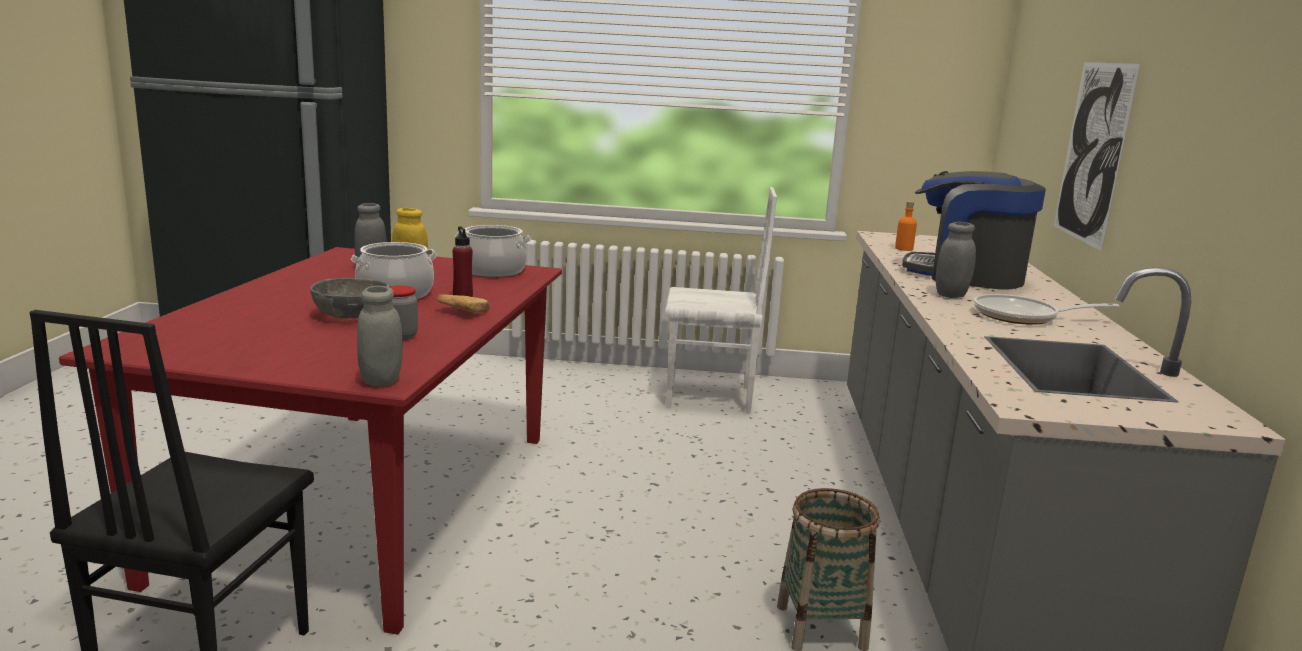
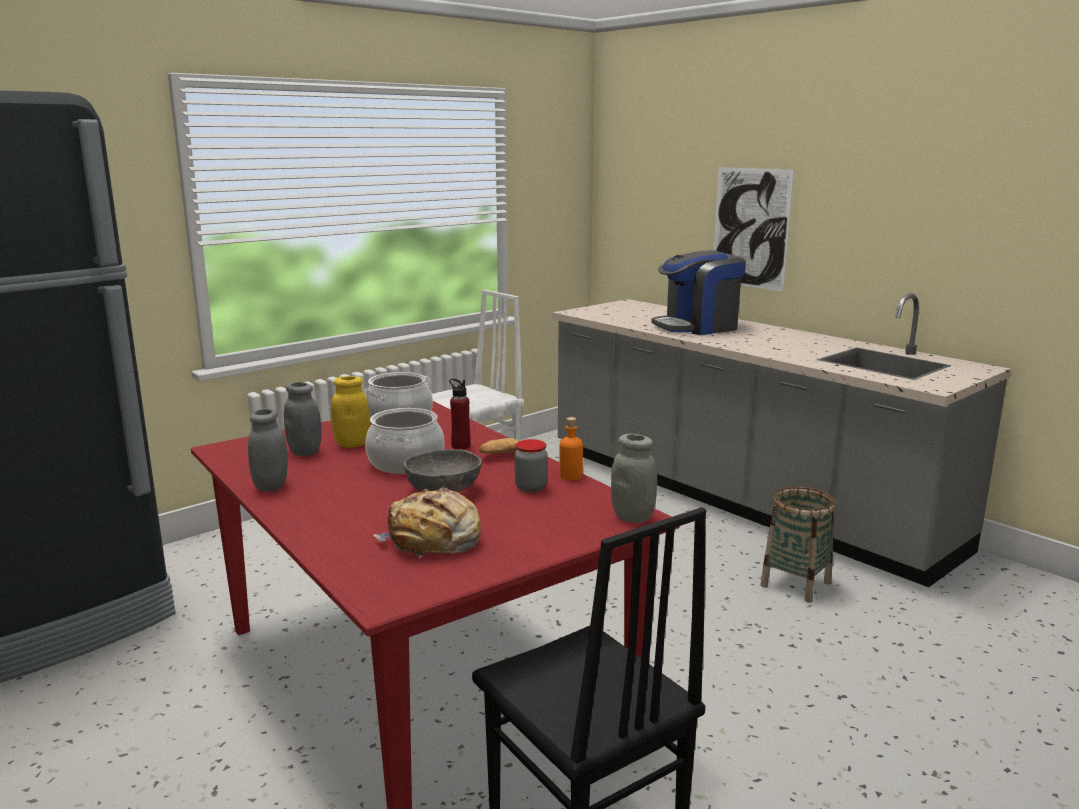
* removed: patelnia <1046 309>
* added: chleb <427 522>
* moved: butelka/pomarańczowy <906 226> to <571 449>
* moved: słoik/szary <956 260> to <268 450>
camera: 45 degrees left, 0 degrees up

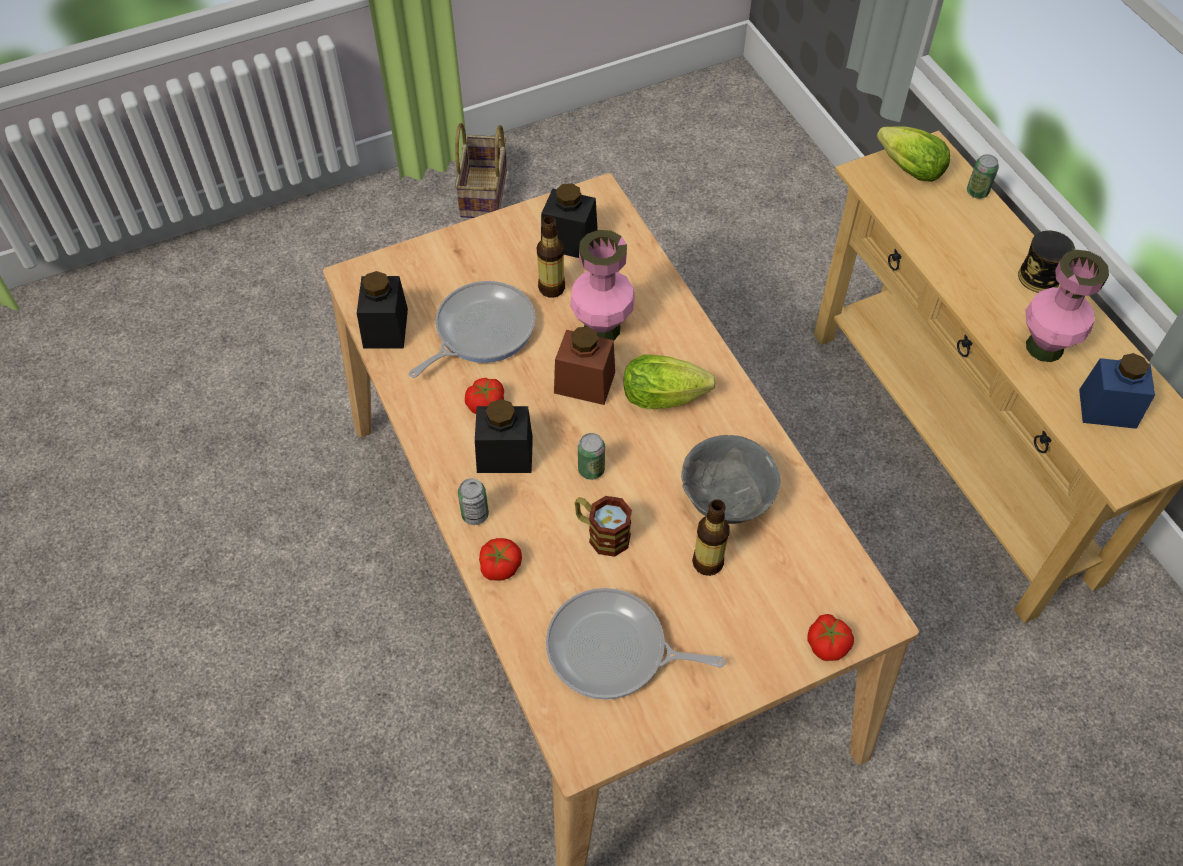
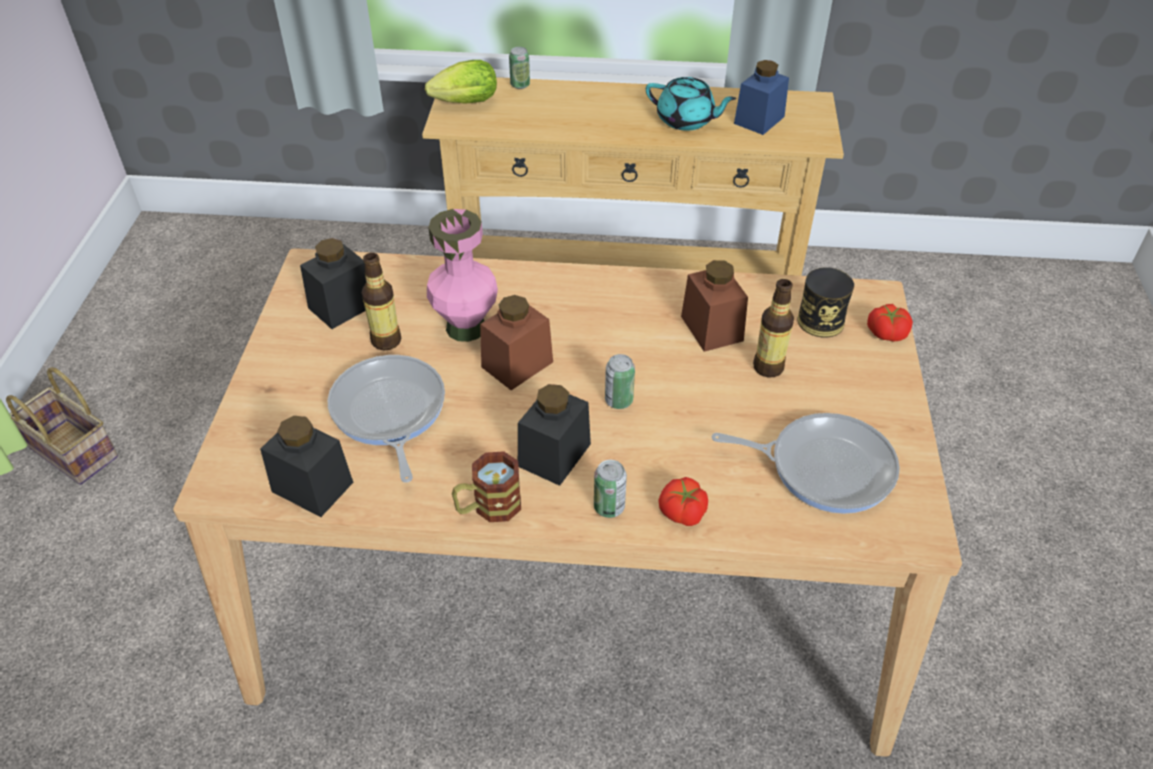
* removed: pomidor <484 396>
* removed: sałata <670 382>
* moved: kubek <603 526> to <486 486>
* moved: puszka <1046 262> to <826 302>
* replaced: miska/szary <730 479> to słoik/brązowy <714 306>
* replaced: wazon/różowy <1067 306> to imbryk/turkusowy <691 104>
* turned: patelnia <635 644> = <806 463> 120 degrees counterclockwise
camera: 60 degrees left, 10 degrees down

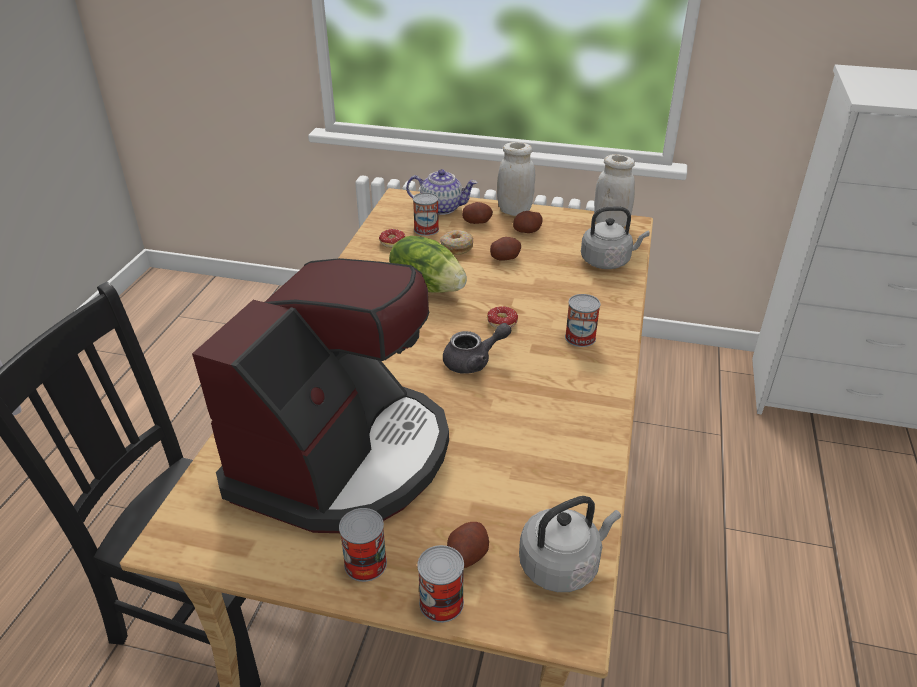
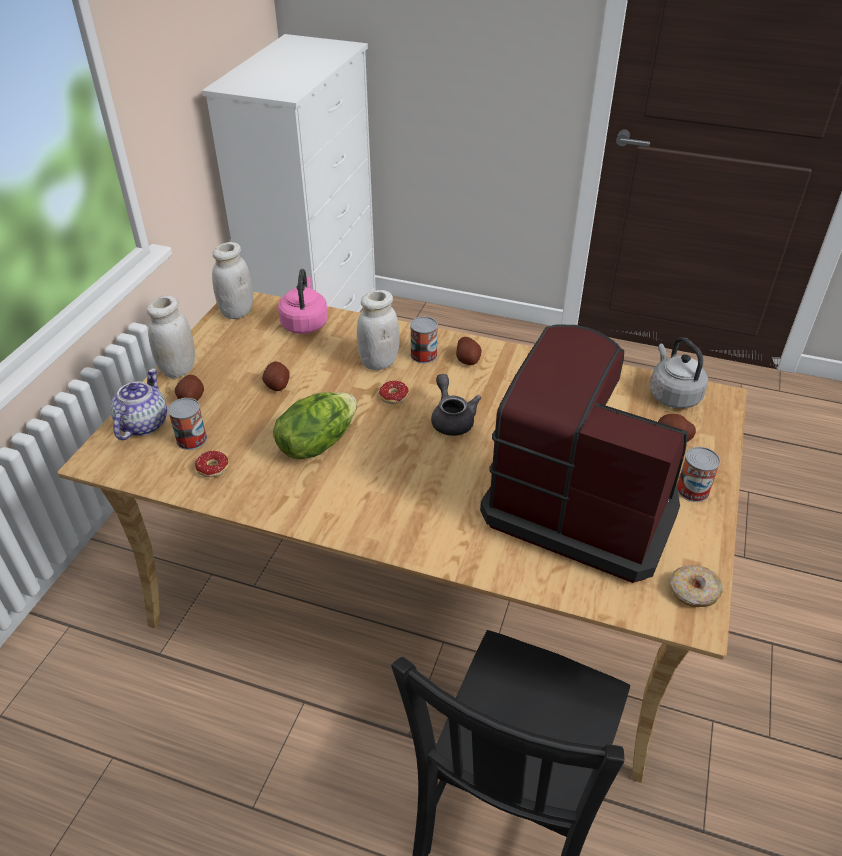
* removed: puszka <440 584>
* added: słoik/biały <378 330>
* moved: donut <456 242> to <696 586>
* moved: ziemniak <527 222> to <469 351>
* recoloured: czajnik/szary <615 237> to czajnik/różowy <303 301>
camera: 85 degrees left, 5 degrees up

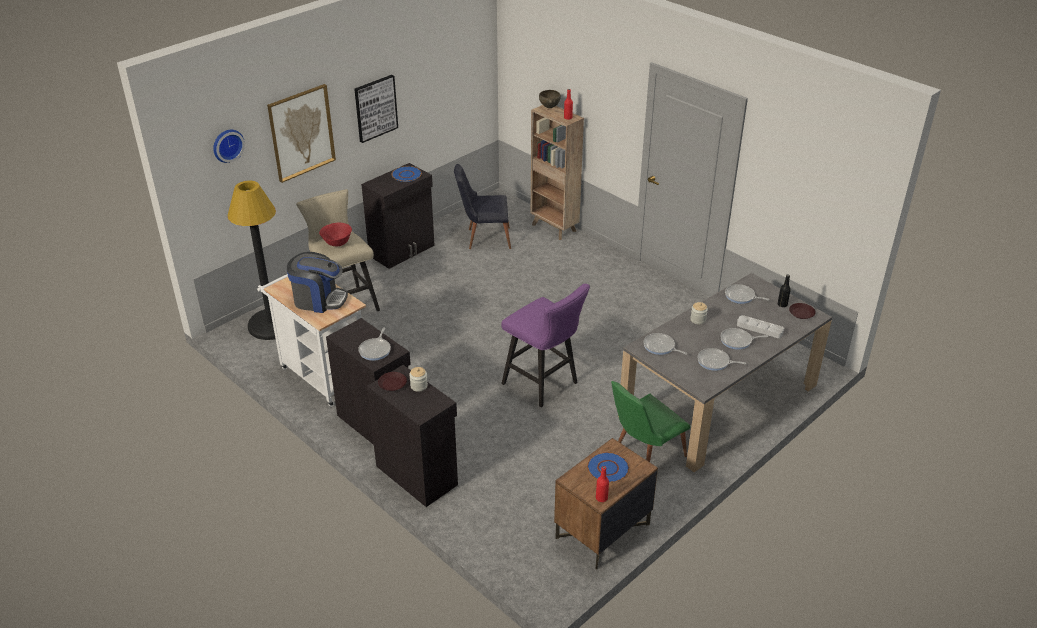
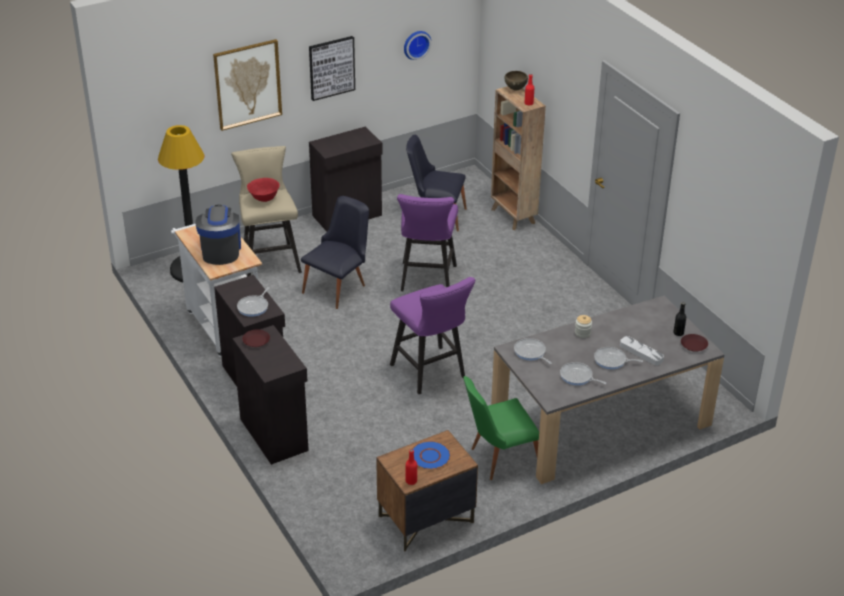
* removed: talerz/niebieski <406 174>
* removed: słoik <418 379>
* removed: patelnia <747 294>
* added: krzesło/czarny <335 252>
* added: stołek/fioletowy <427 242>
* moved: zegar ścienny <229 146> to <417 45>
* turned: ekspres do kawy <317 282> = <218 235> 120 degrees counterclockwise
camera: 15 degrees right, 0 degrees up

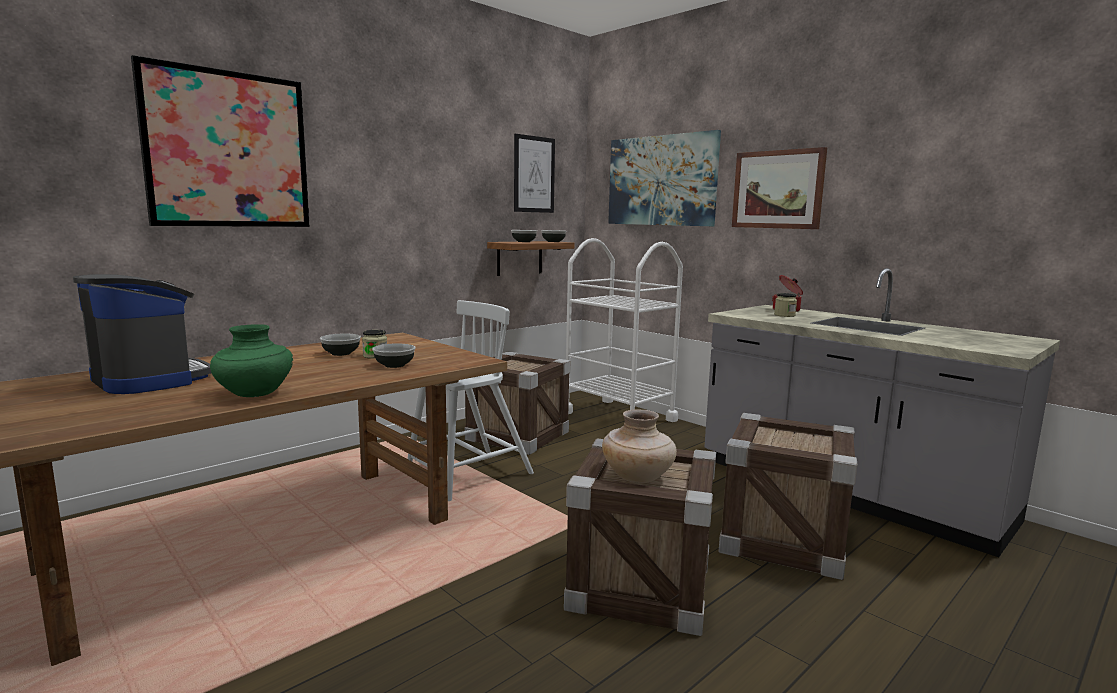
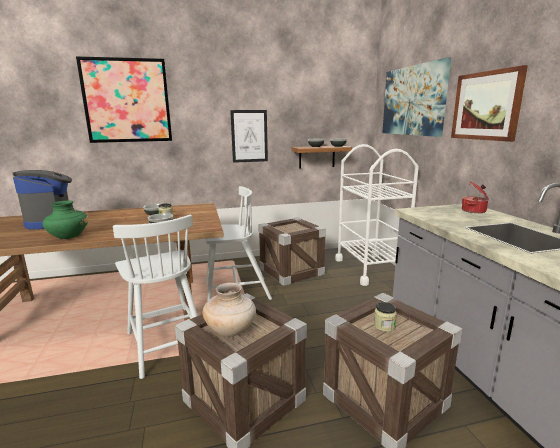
* added: krzesło/biały <155 297>
* moved: obraz <534 173> to <249 136>
* moved: słoik <785 305> to <385 317>
camera: 30 degrees right, 5 degrees up

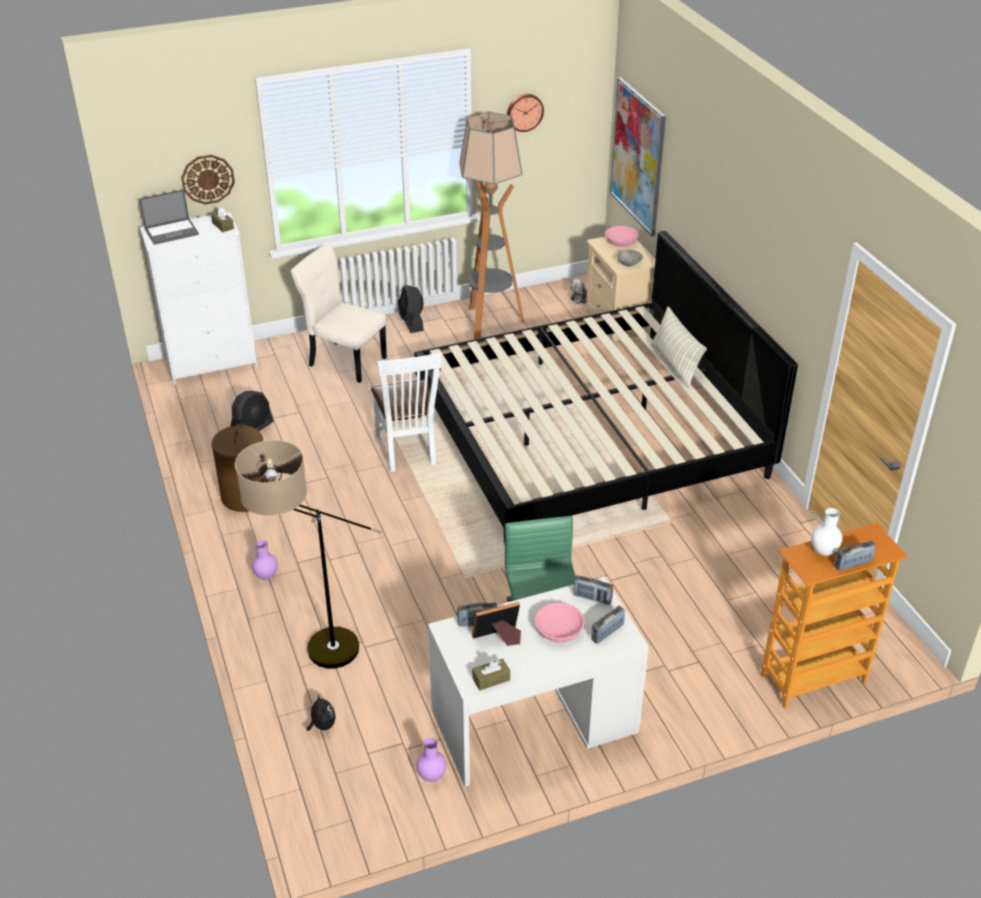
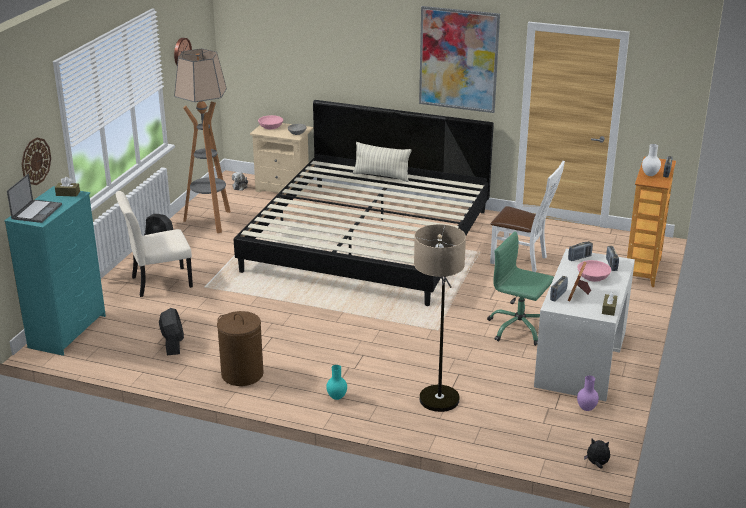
* moved: pluszak <321 713> to <597 454>
* moved: krzesło/biały <406 412> to <527 216>
* moved: obraz <638 156> to <459 59>
* recoloured: komoda/biały <199 298> to komoda/turkusowy <55 271>
* recoloured: wazon/fioletowy <265 560> to wazon/turkusowy <336 382>
camera: 50 degrees left, 10 degrees down

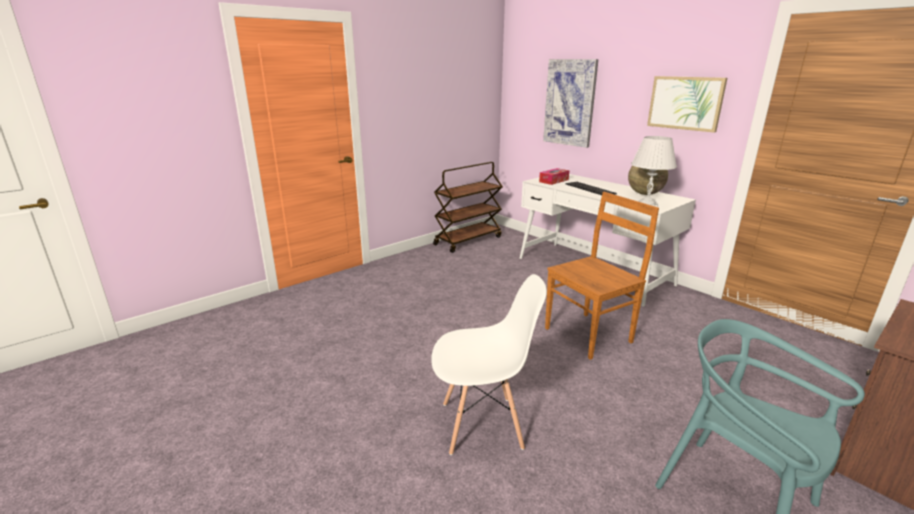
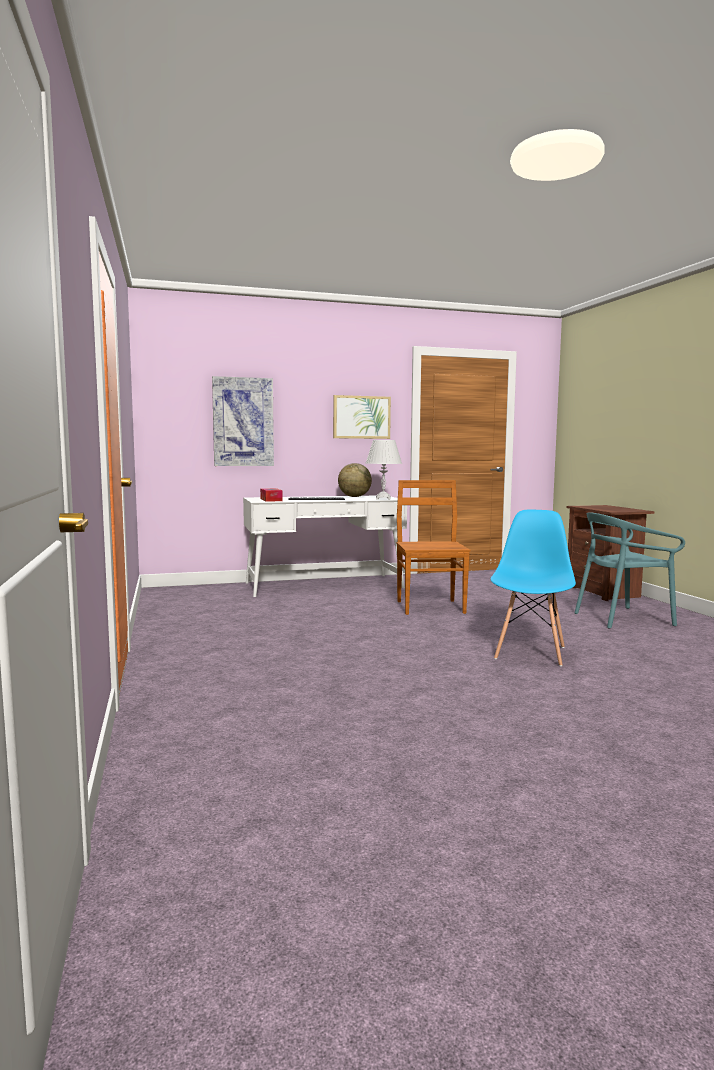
* removed: wózek/brązowy <468 207>
* recoloured: krzesło/biały <489 364> to krzesło/niebieski <533 588>
camera: 65 degrees left, 15 degrees down

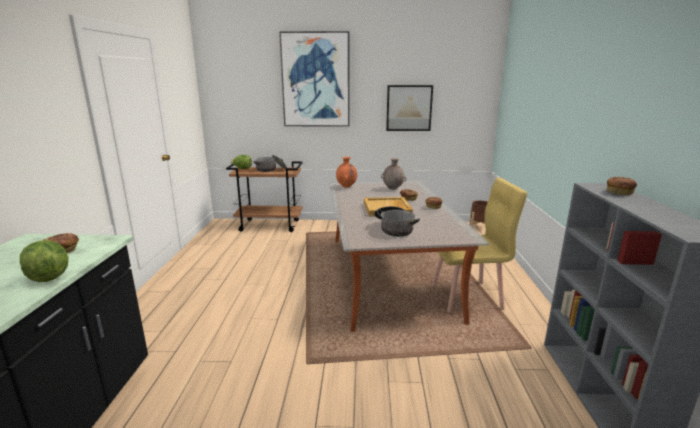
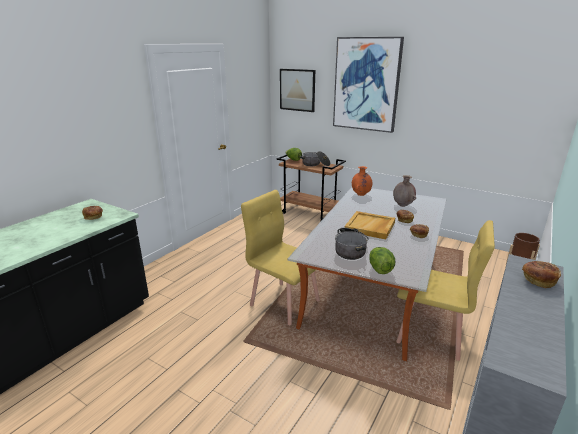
* added: krzesło/żółty <280 258>
* moved: sałata <44 261> to <382 260>
* moved: obraz <409 108> to <297 90>
camera: 30 degrees right, 5 degrees up

